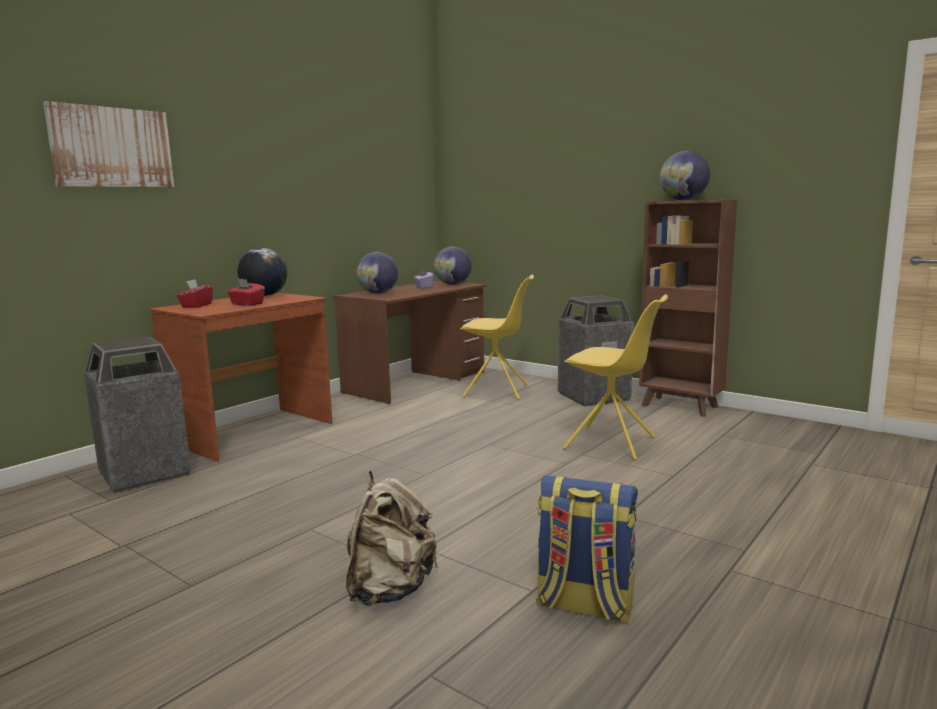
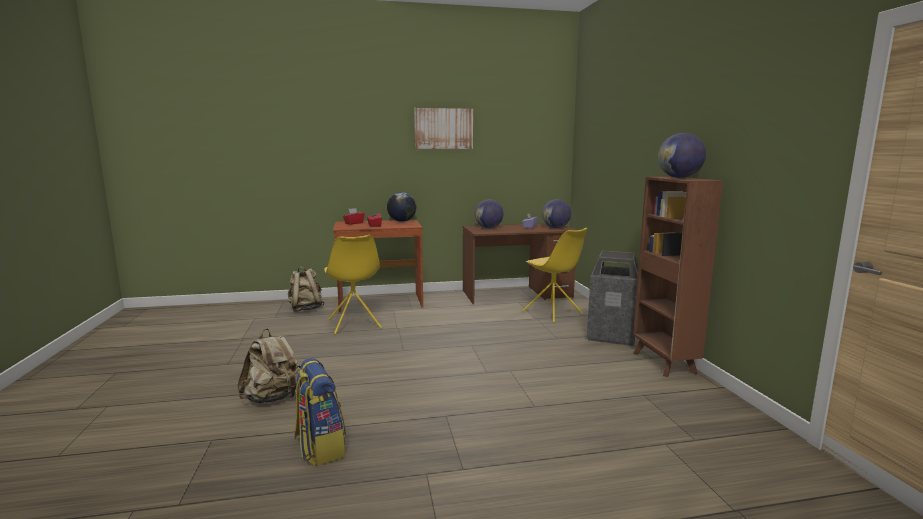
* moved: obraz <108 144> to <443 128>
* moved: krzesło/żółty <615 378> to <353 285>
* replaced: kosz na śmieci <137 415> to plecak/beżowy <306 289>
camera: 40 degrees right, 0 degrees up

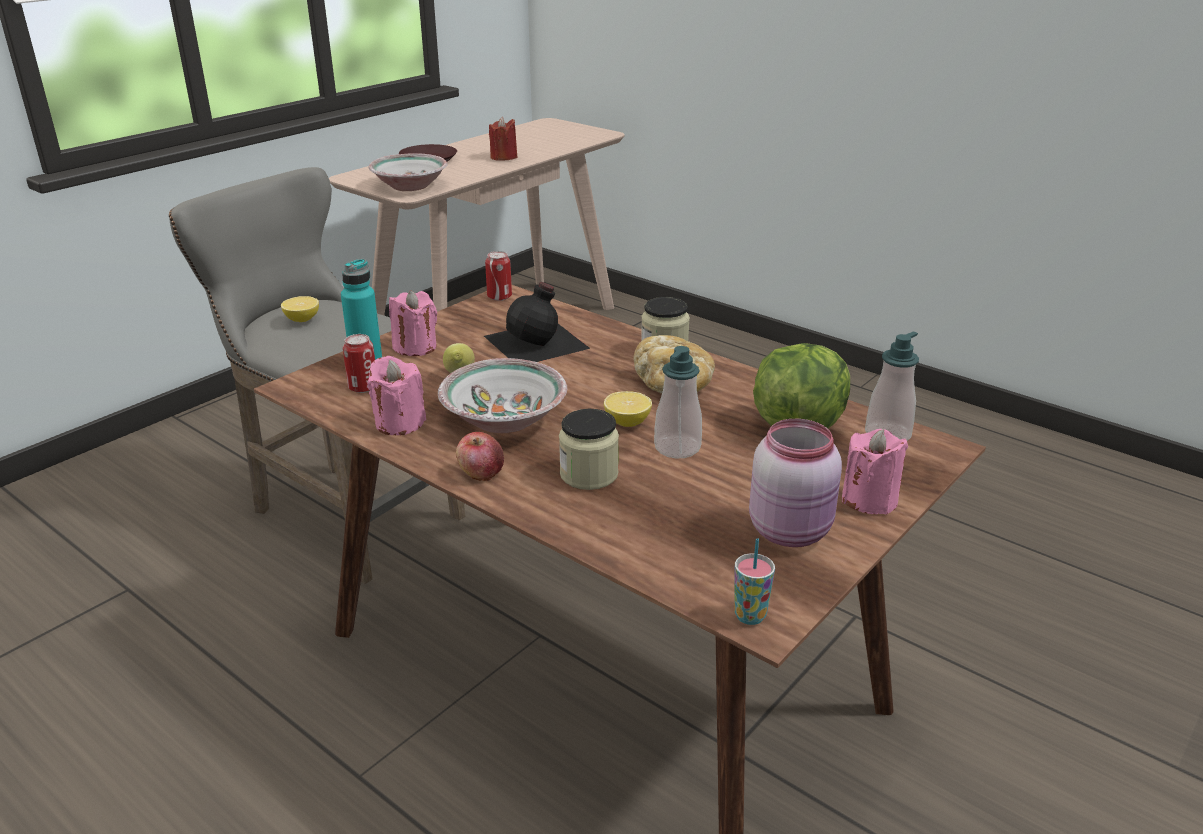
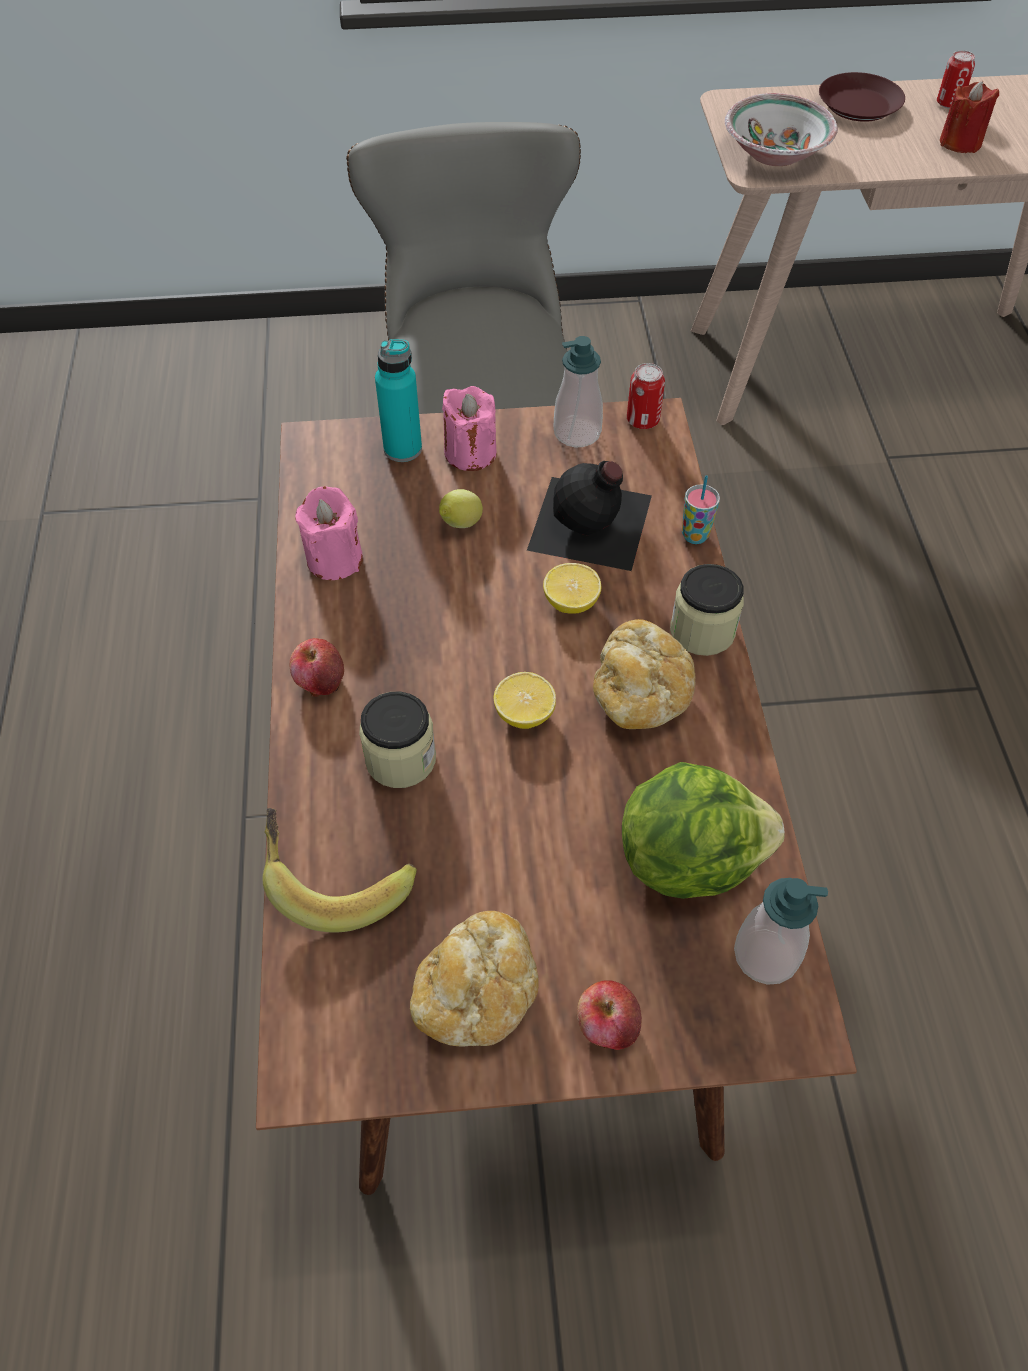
* removed: miska <502 395>
* added: banan <340 870>
* moved: cytryna <300 309> to <572 588>
* moved: puszka <359 363> to <956 79>
* moved: dozownik mydła <678 402> to <578 392>
* moved: filiżanka <754 581> to <701 509>
* replaced: słoik/różowy <795 483> to chleb <474 979>
* replaced: świeca/różowy <875 472> to jabłko <609 1015>
camera: 45 degrees right, 25 degrees up

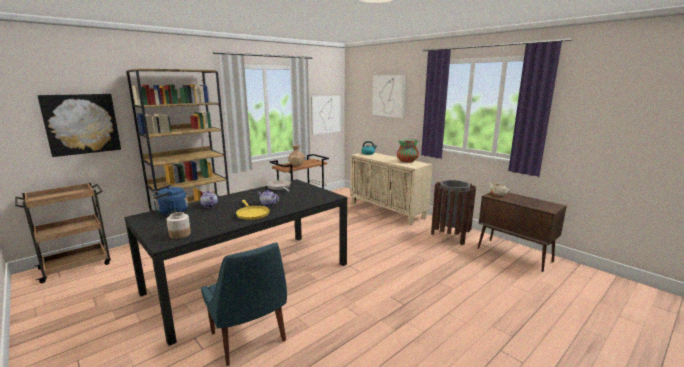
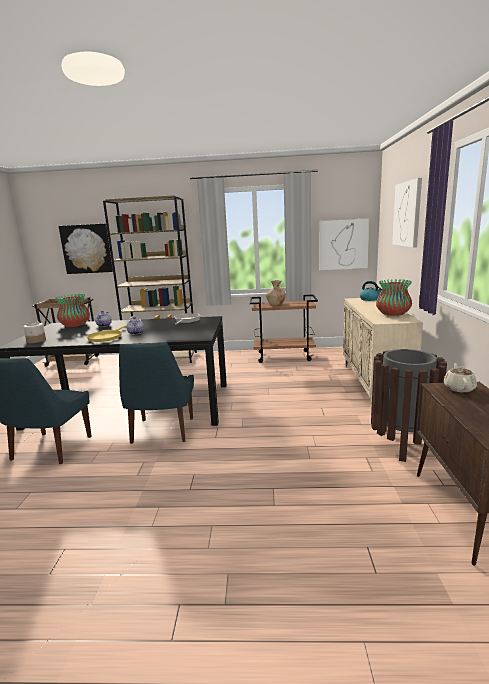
* added: krzesło/niebieski <156 393>
* replaced: czajnik/niebieski <170 200> to wazon <72 310>
camera: 45 degrees right, 0 degrees up

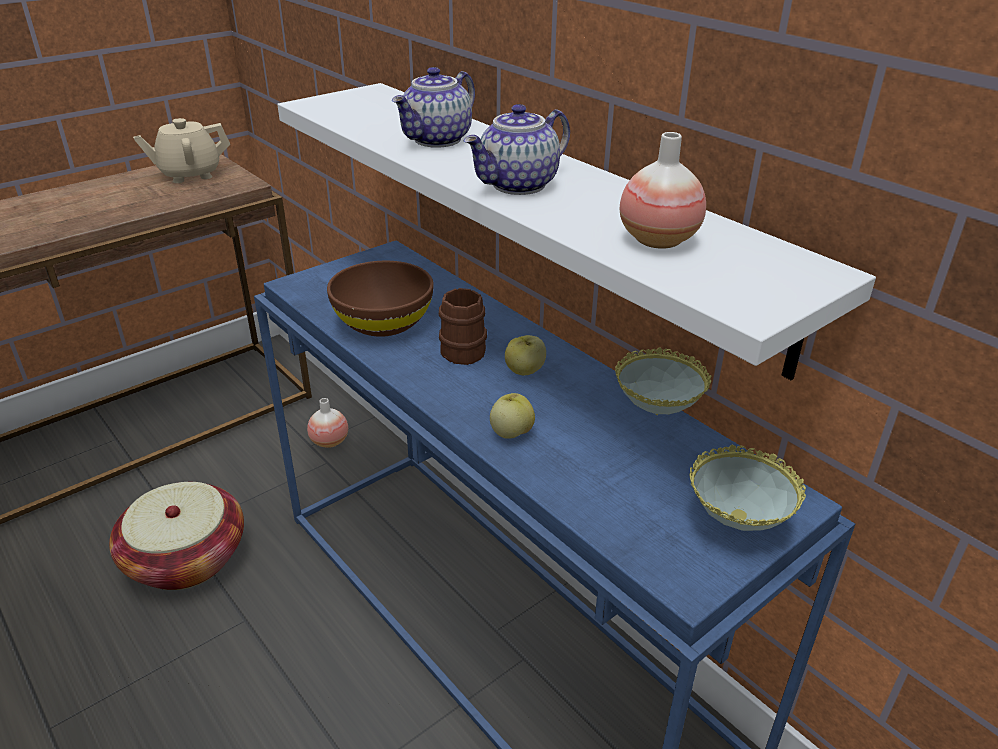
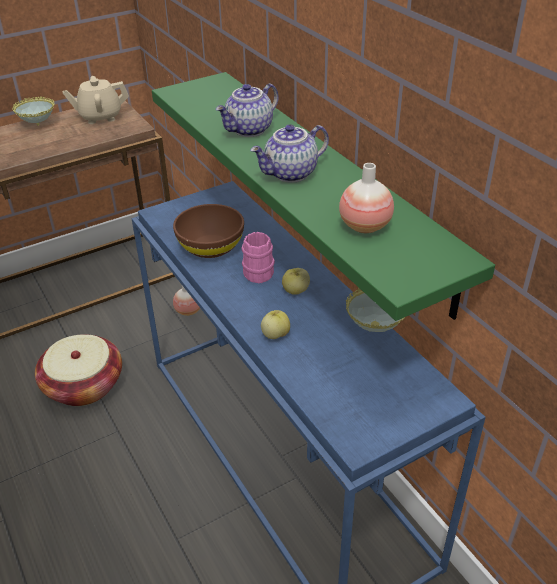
* moved: miska <747 487> to <33 111>
* recoloured: półka/biały <576 231> to półka/zielony <323 196>
* recoloured: kubek/brązowy <463 326> to kubek/różowy <258 257>
camera: 10 degrees right, 5 degrees up

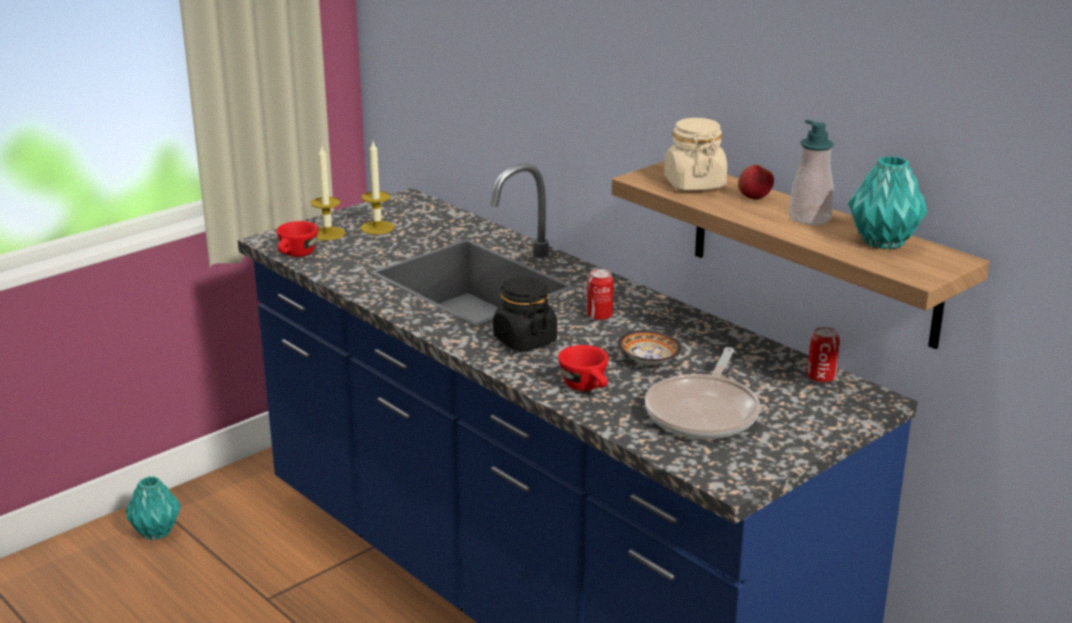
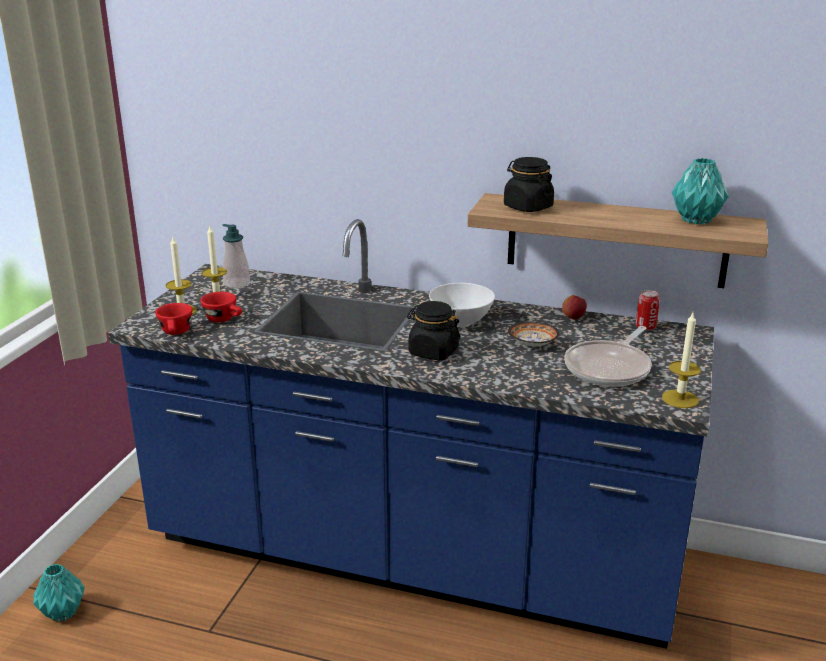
* added: świeca <681 360>
* moved: filiżanka/czerwony <583 368> to <221 307>
* moved: jabłko <756 182> to <574 307>
* moved: dozownik mydła <811 172> to <236 256>
* replaced: puszka <600 295> to miska/biały <462 305>
* recoloured: słoik/beżowy <695 154> to słoik/czarny <529 184>
* turned: patelnia <702 393> = <608 356> 45 degrees clockwise
camera: 30 degrees left, 0 degrees up

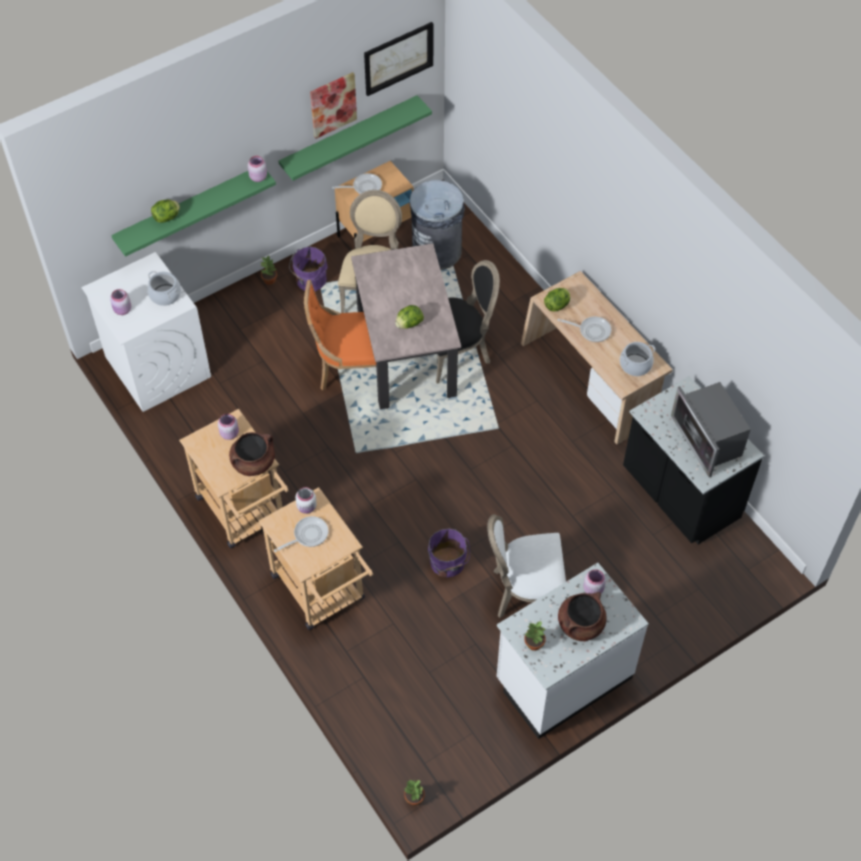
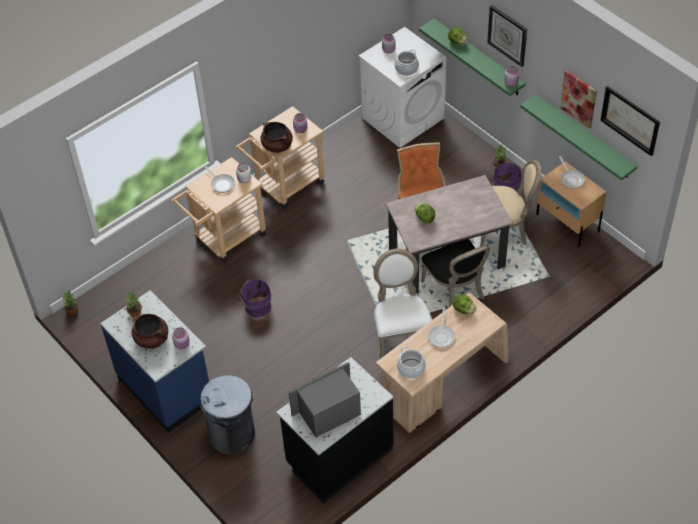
* added: zegar ścienny <507 36>
* moved: kosz na śmieci/szary <437 225> to <227 414>
* moved: krzesło/biały <526 566> to <402 304>
* recoloured: zabudowa kuchenna/biały <573 651> to zabudowa kuchenna/niebieski <154 361>
camera: 85 degrees right, 5 degrees down

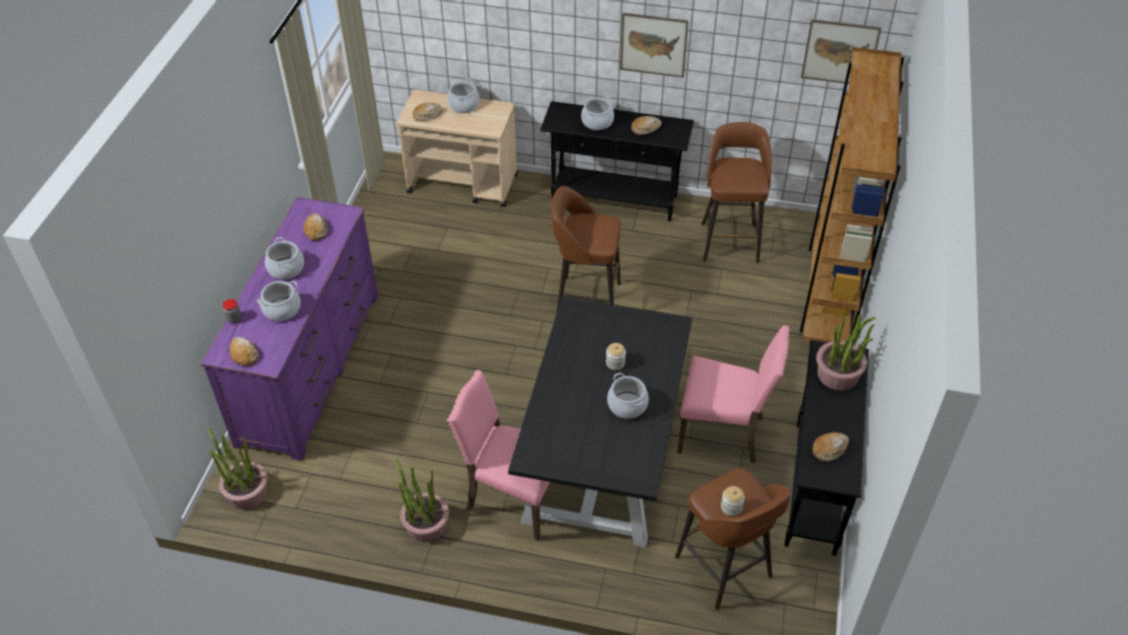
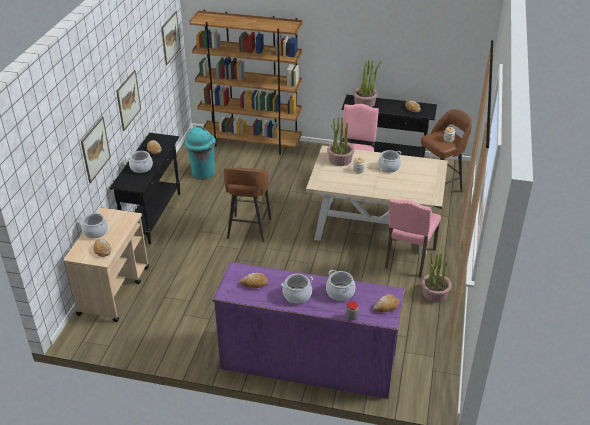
* added: obraz <96 150>
* moved: roślina doniczkowa <237 469> to <341 141>
* replaced: stołek/brązowy <737 192> to kosz na śmieci/turkusowy <200 152>
* recoloured: stół jadalny/czarny <600 422> to stół jadalny/beżowy <377 200>
camera: 90 degrees left, 10 degrees down

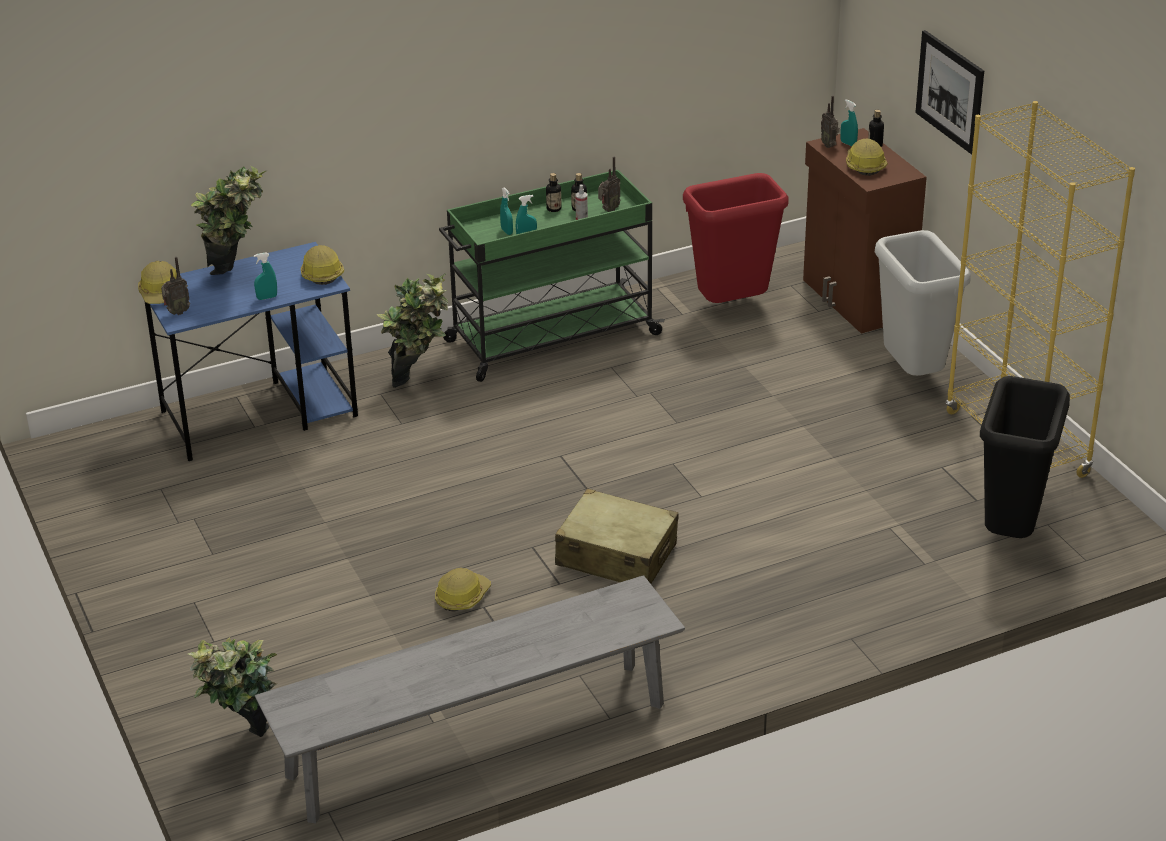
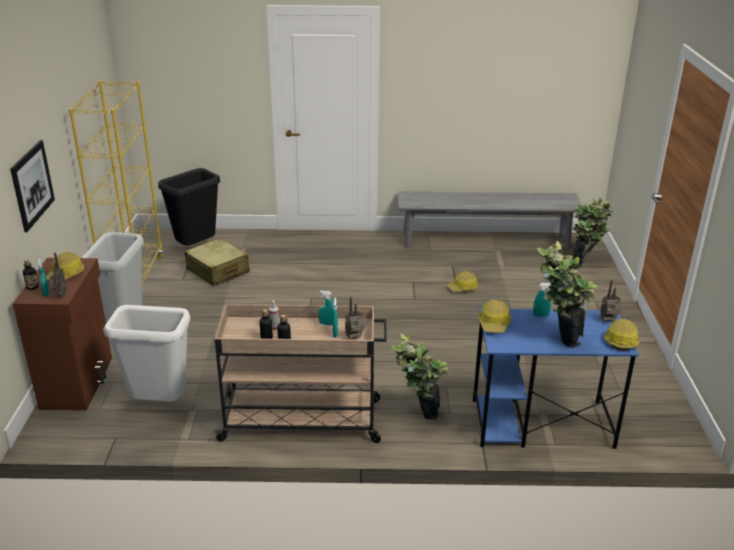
* moved: walizka/beżowy <616 536> to <217 262>
* moved: radio <609 184> to <355 318>
* recoloured: wózek/zielony <552 276> to wózek/beżowy <300 373>
* recoloured: kosz na śmieci/czerwony <736 238> to kosz na śmieci/biały <146 353>
camera: 155 degrees left, 5 degrees down

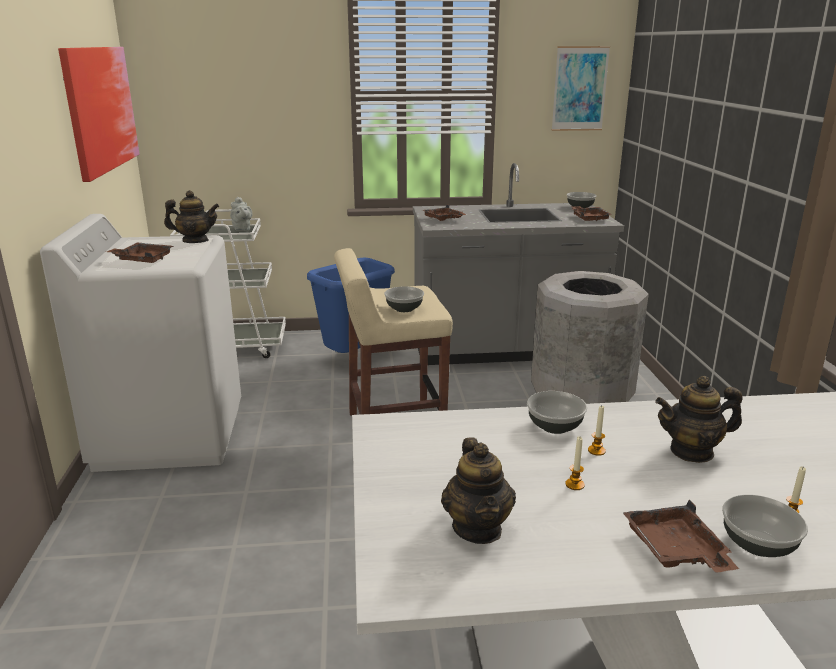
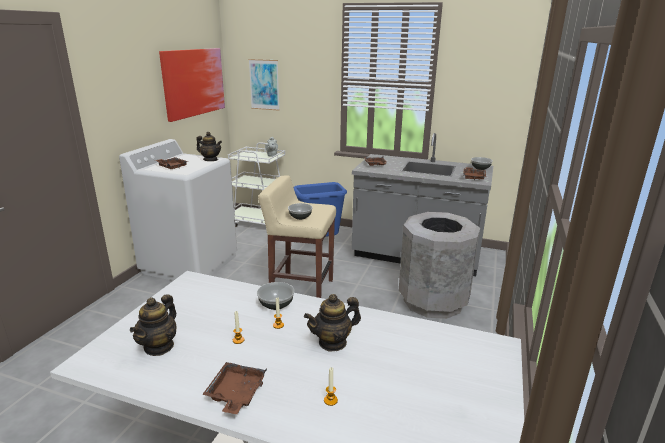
* removed: miska <765 526>
* moved: obraz <581 88> to <264 85>
* turned: imbryk <698 419> = <332 322> 45 degrees counterclockwise
camera: 25 degrees right, 0 degrees up

